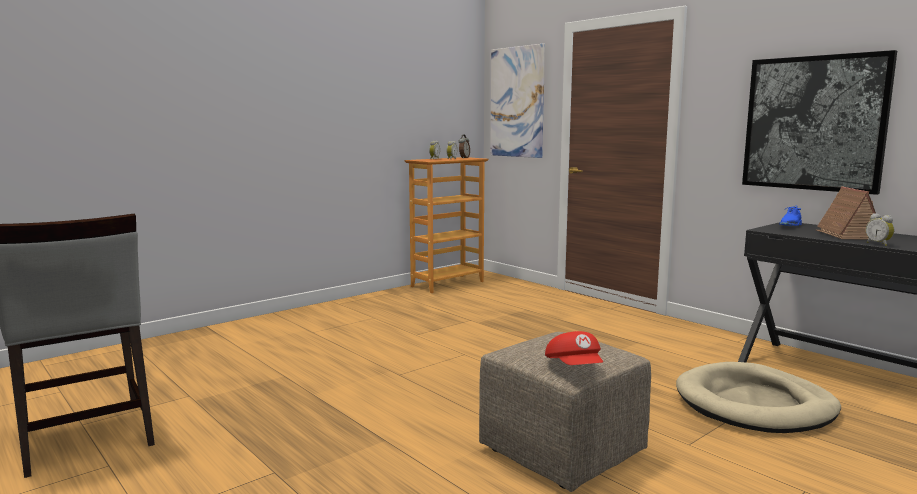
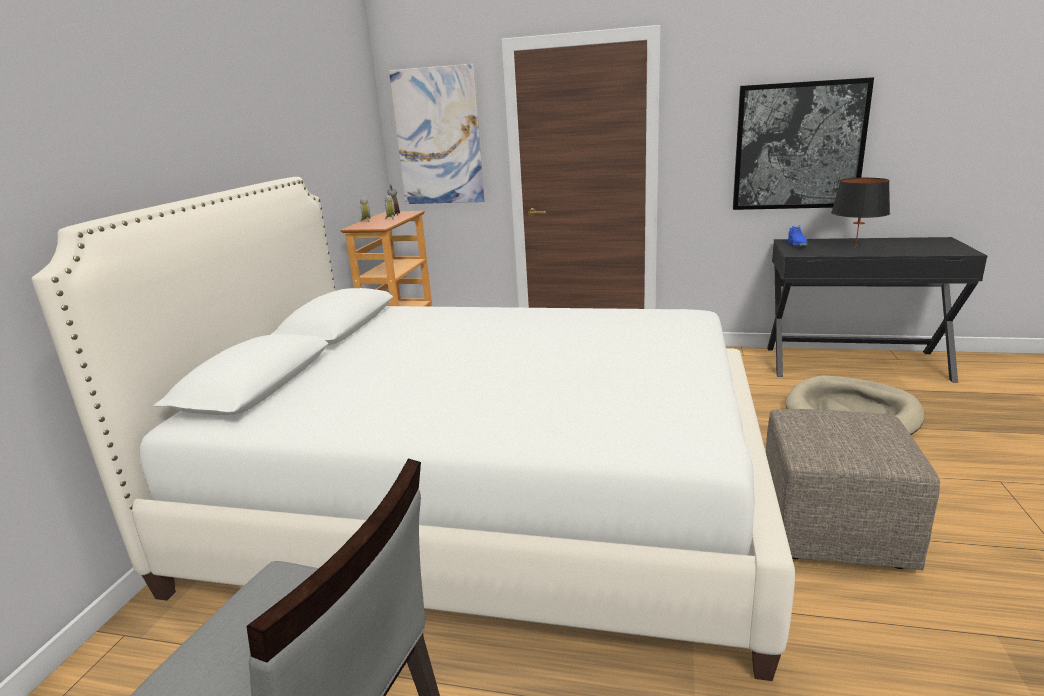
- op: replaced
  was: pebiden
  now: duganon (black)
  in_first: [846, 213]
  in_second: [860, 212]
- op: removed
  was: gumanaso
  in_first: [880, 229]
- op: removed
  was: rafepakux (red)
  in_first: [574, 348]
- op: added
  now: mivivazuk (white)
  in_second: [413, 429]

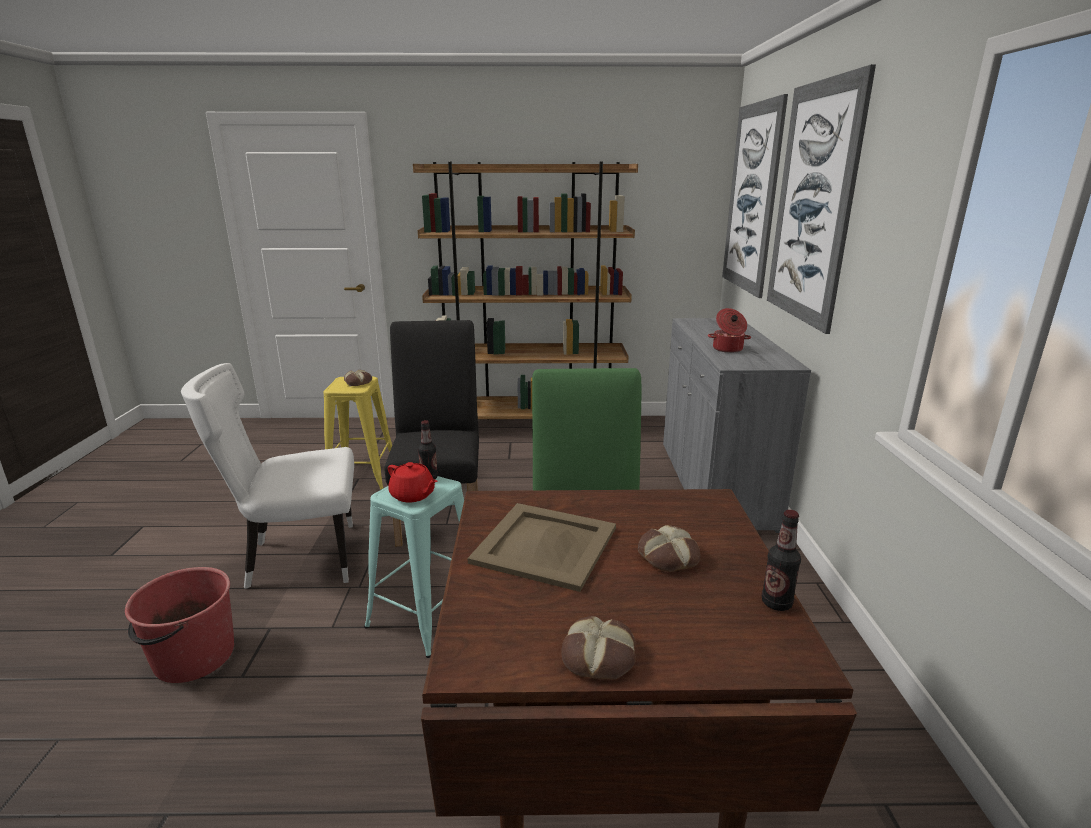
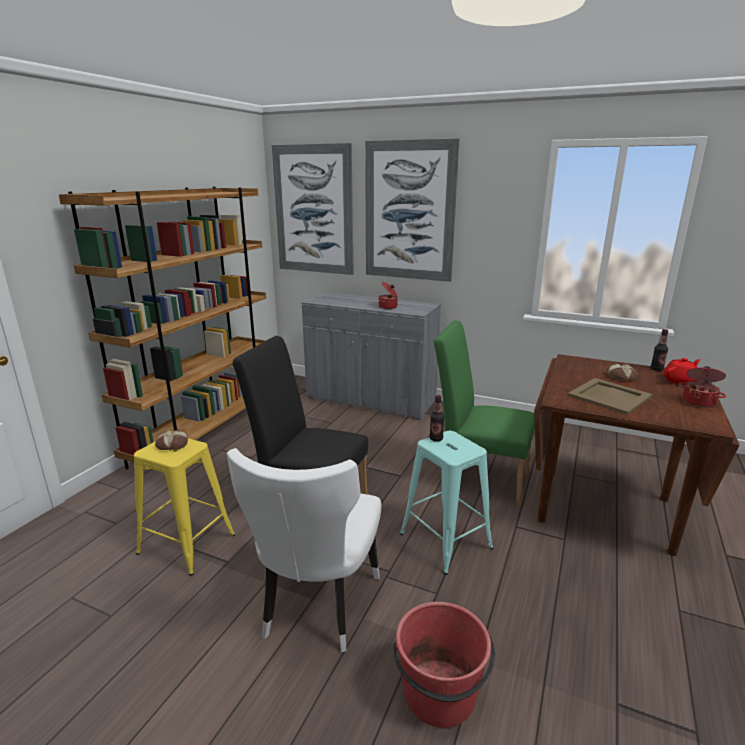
- op: moved
  was: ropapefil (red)
  in_first: [412, 482]
  in_second: [682, 371]
- op: replaced
  was: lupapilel
  now: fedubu
  in_first: [599, 648]
  in_second: [703, 387]

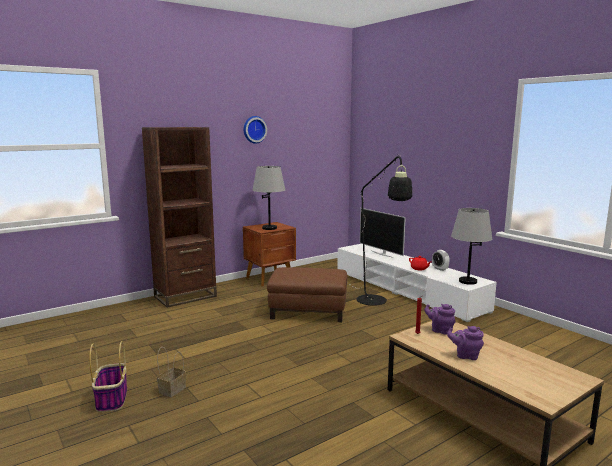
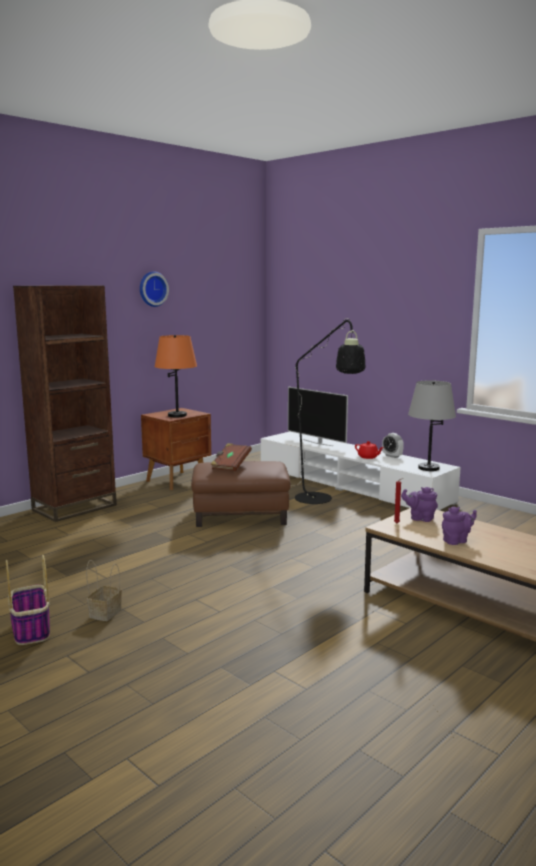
- op: recoloured
  was: duganon (grey)
  now: duganon (orange)
  in_first: [268, 198]
  in_second: [175, 376]
- op: turned
  was: ropapefil (purple)
  in_first: [465, 343]
  in_second: [459, 525]
  clockwise: 150
- op: added
  now: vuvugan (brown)
  in_second: [231, 457]

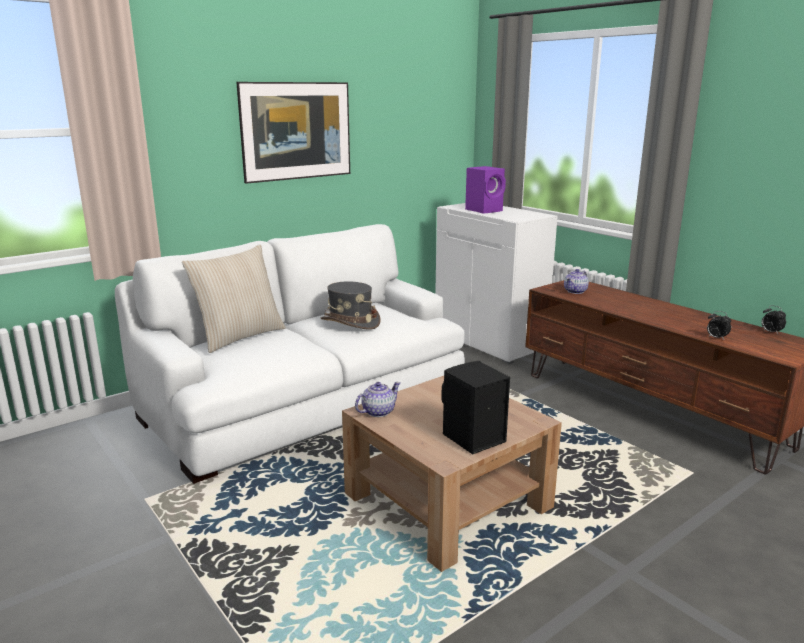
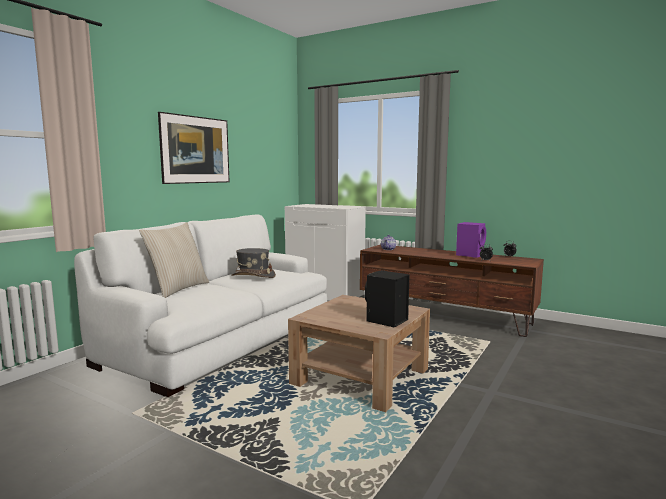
- op: moved
  was: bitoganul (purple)
  in_first: [485, 190]
  in_second: [471, 240]
- op: removed
  was: ropapefil
  in_first: [377, 399]

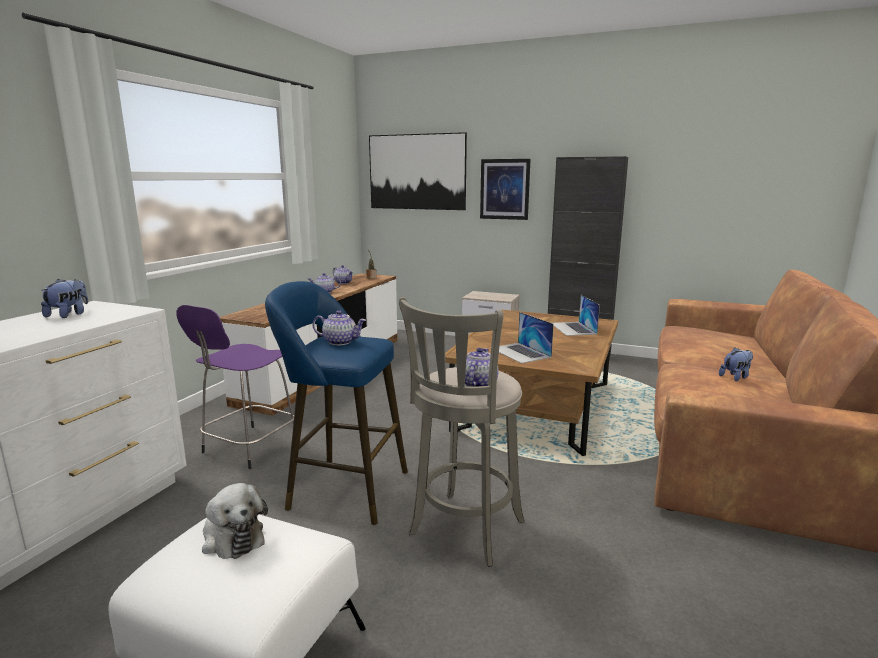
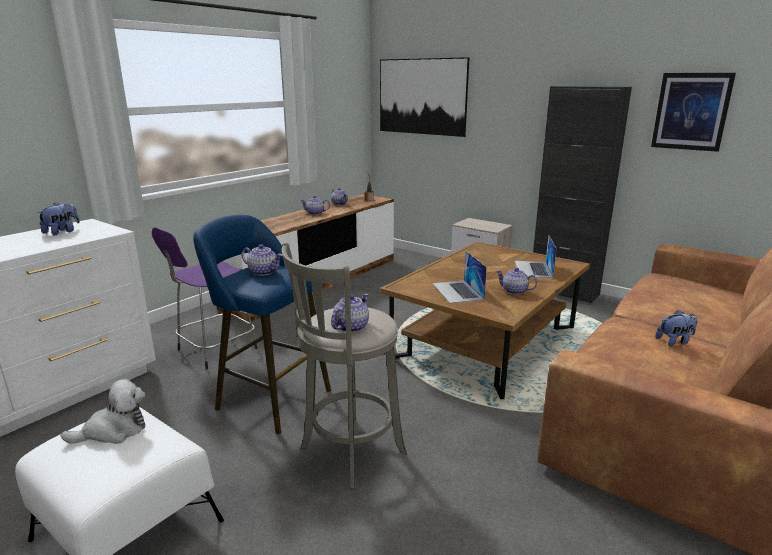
- op: moved
  was: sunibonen
  in_first: [505, 189]
  in_second: [693, 112]
- op: turned
  was: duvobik
  in_first: [235, 521]
  in_second: [103, 411]
  clockwise: -90
- op: added
  now: ropapefil
  in_second: [516, 281]

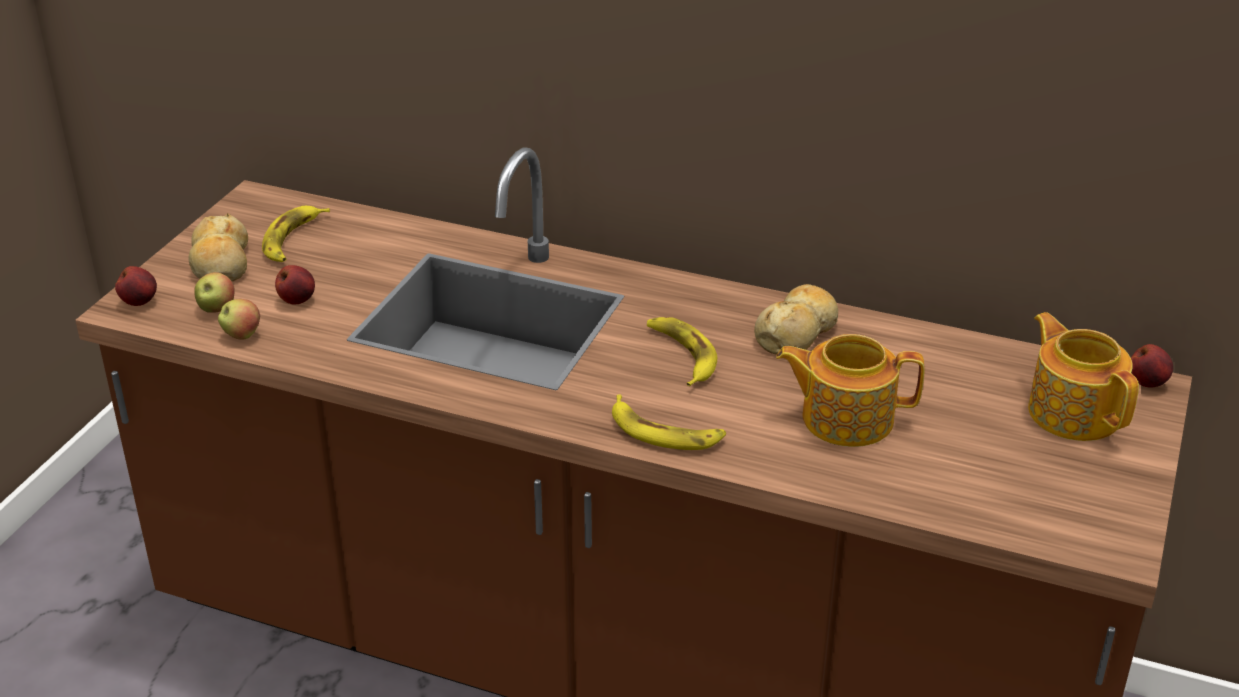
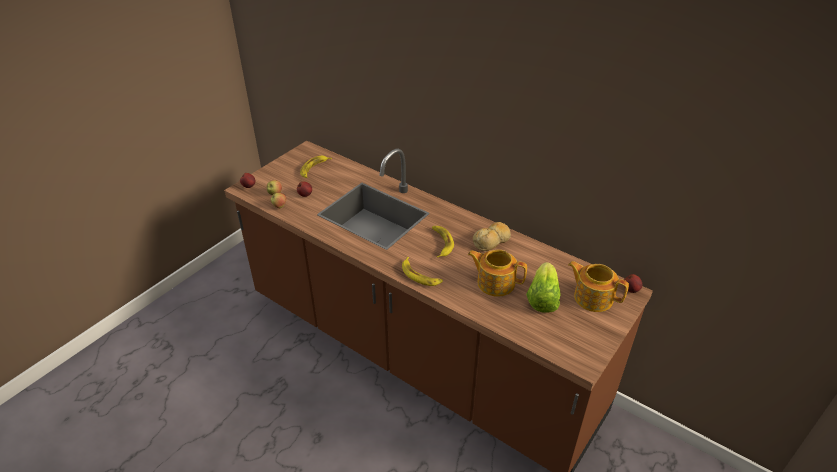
- op: removed
  was: lupapilel
  in_first: [218, 247]
- op: turned
  was: ropapefil
  in_first: [1083, 376]
  in_second: [598, 286]
  clockwise: -45
- op: added
  now: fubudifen
  in_second: [543, 287]

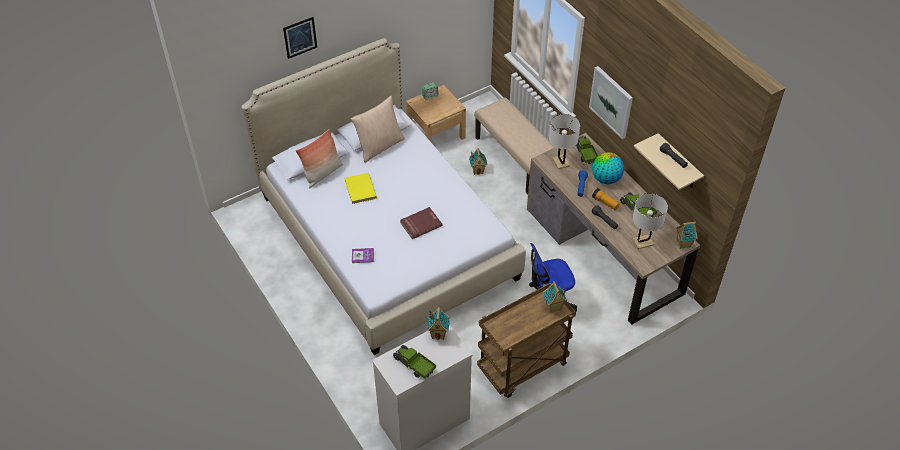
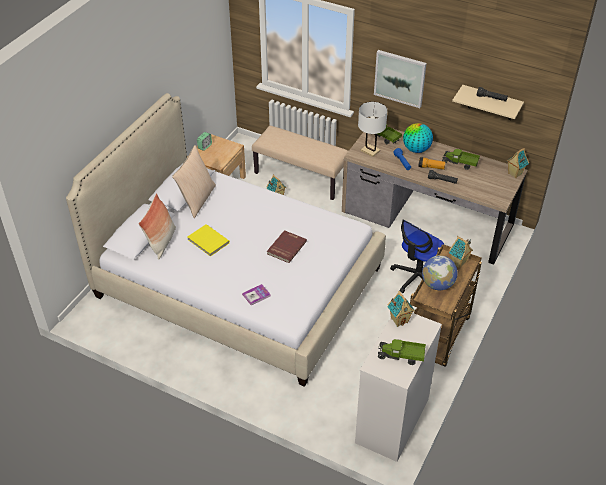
- op: removed
  was: sunibonen
  in_first: [300, 38]
- op: removed
  was: duganon (white)
  in_first: [650, 221]
- op: added
  now: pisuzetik
  in_second: [440, 272]

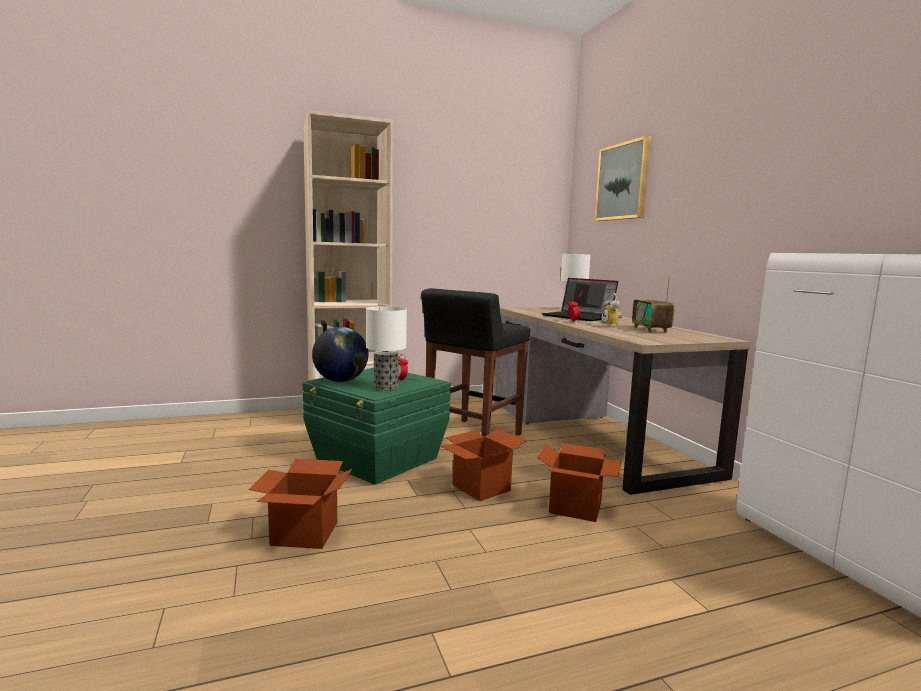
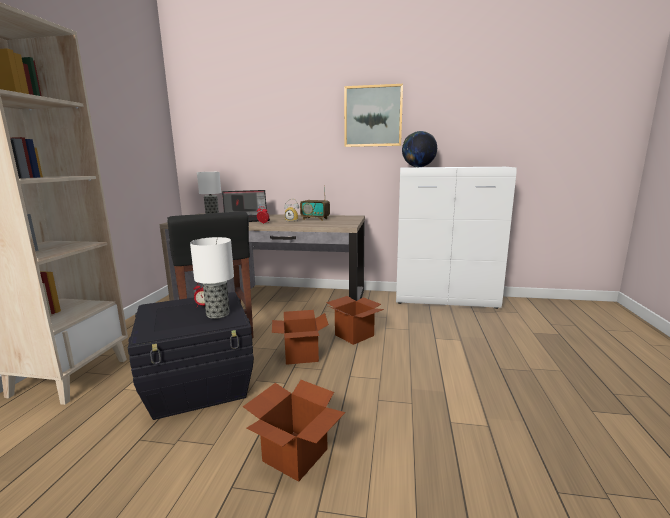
- op: moved
  was: sunibonen
  in_first: [623, 178]
  in_second: [373, 115]
- op: moved
  was: pisuzetik
  in_first: [340, 354]
  in_second: [419, 149]
- op: recoloured
  was: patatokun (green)
  now: patatokun (black)
  in_first: [377, 426]
  in_second: [191, 356]

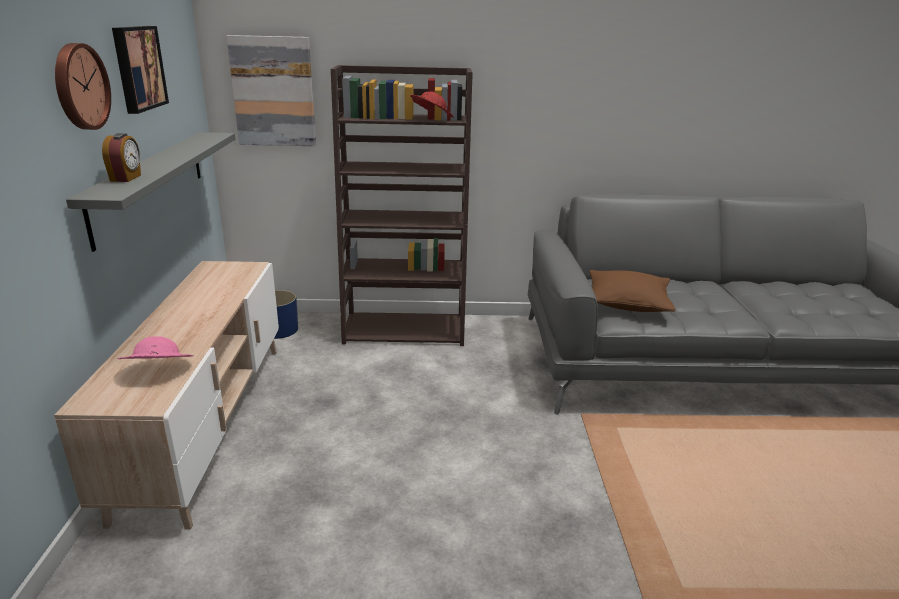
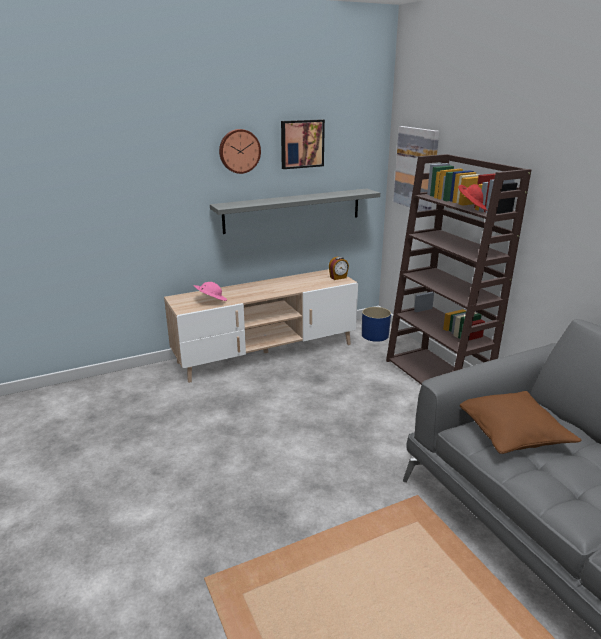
- op: moved
  was: gumanaso
  in_first: [121, 157]
  in_second: [339, 268]

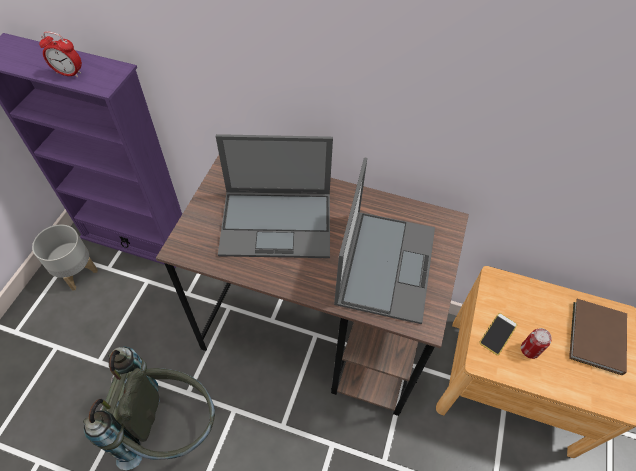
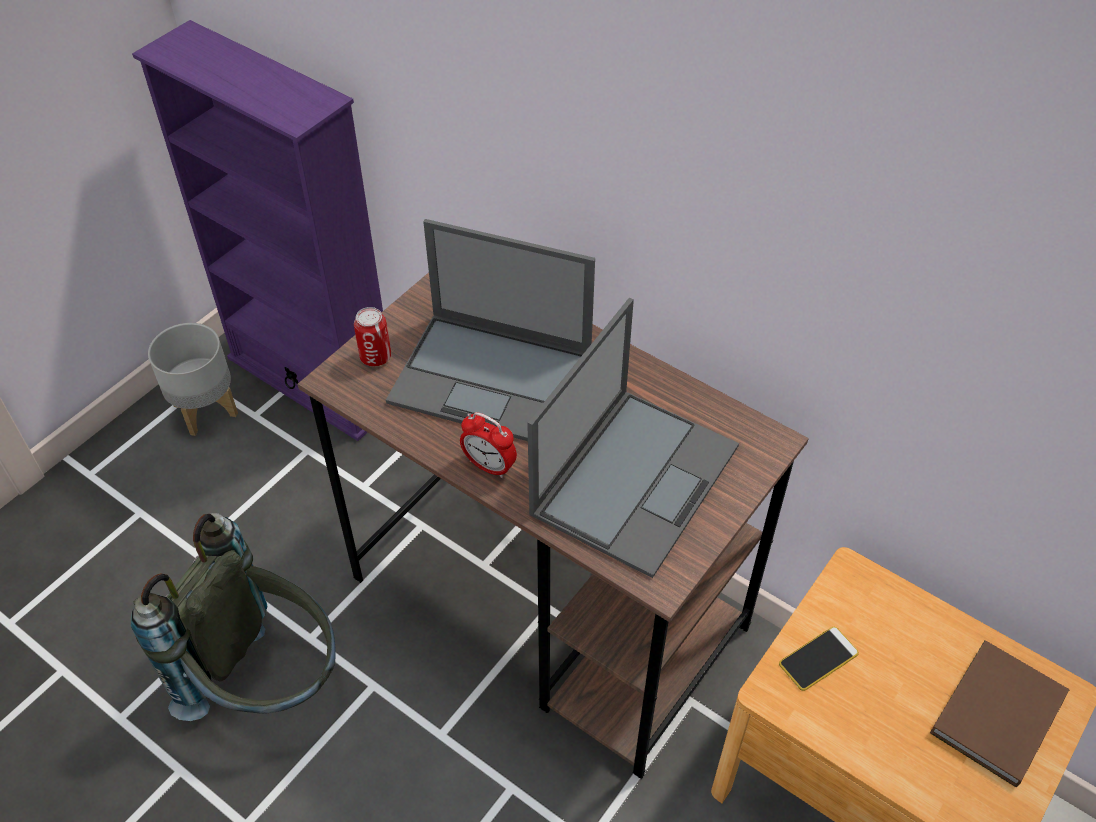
- op: moved
  was: gumanaso
  in_first: [60, 54]
  in_second: [488, 445]
- op: moved
  was: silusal
  in_first: [536, 343]
  in_second: [372, 337]

